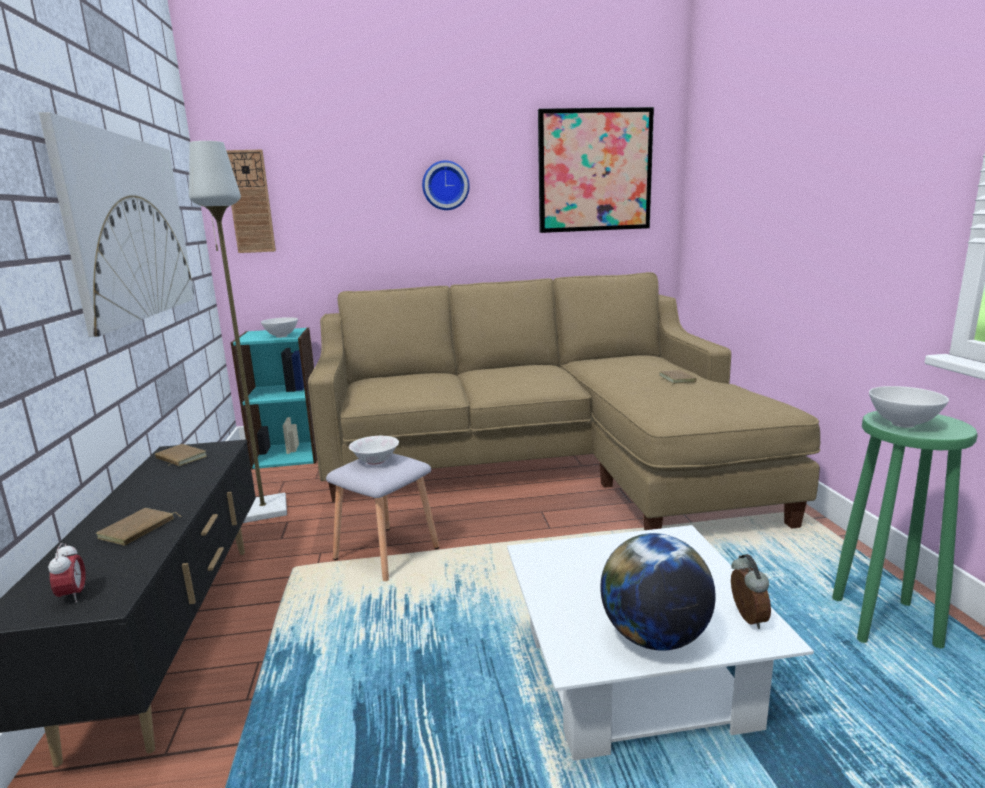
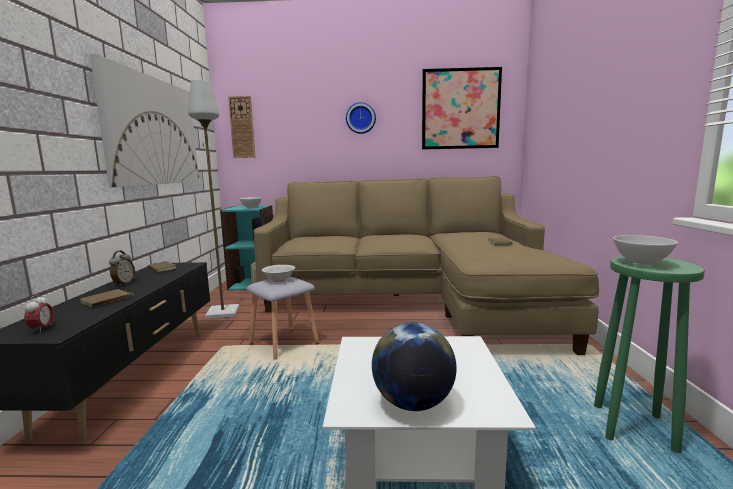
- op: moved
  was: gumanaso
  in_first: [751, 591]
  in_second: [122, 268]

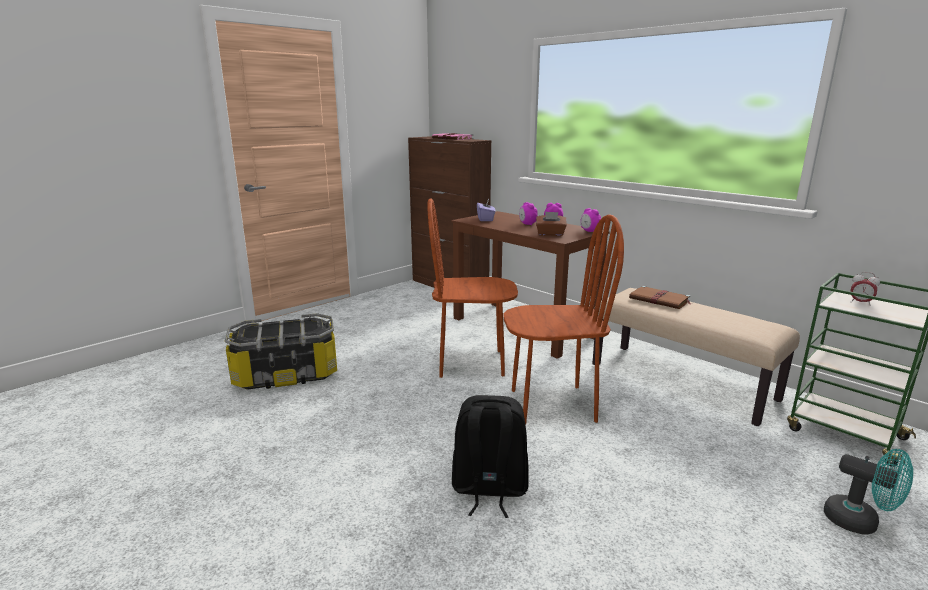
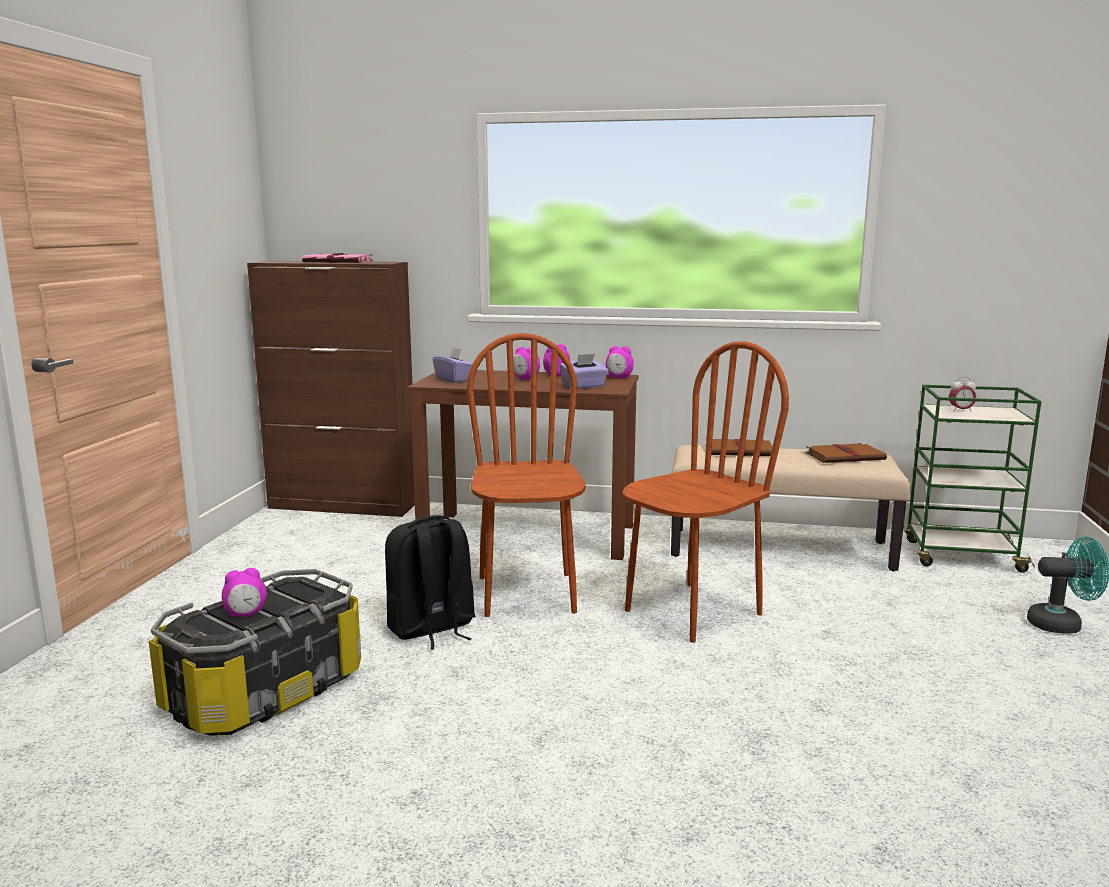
- op: turned
  was: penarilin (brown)
  in_first: [472, 288]
  in_second: [526, 475]
  clockwise: 120
- op: recoloured
  was: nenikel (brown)
  now: nenikel (purple)
  in_first: [551, 224]
  in_second: [584, 371]
- op: moved
  was: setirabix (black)
  in_first: [490, 456]
  in_second: [430, 582]
- op: added
  now: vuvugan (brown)
  in_second: [846, 453]
- op: added
  now: gumanaso
  in_second: [244, 592]

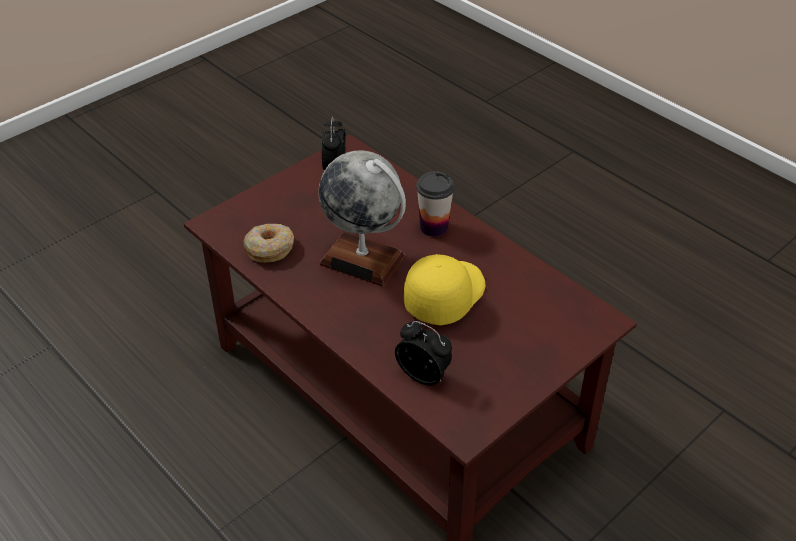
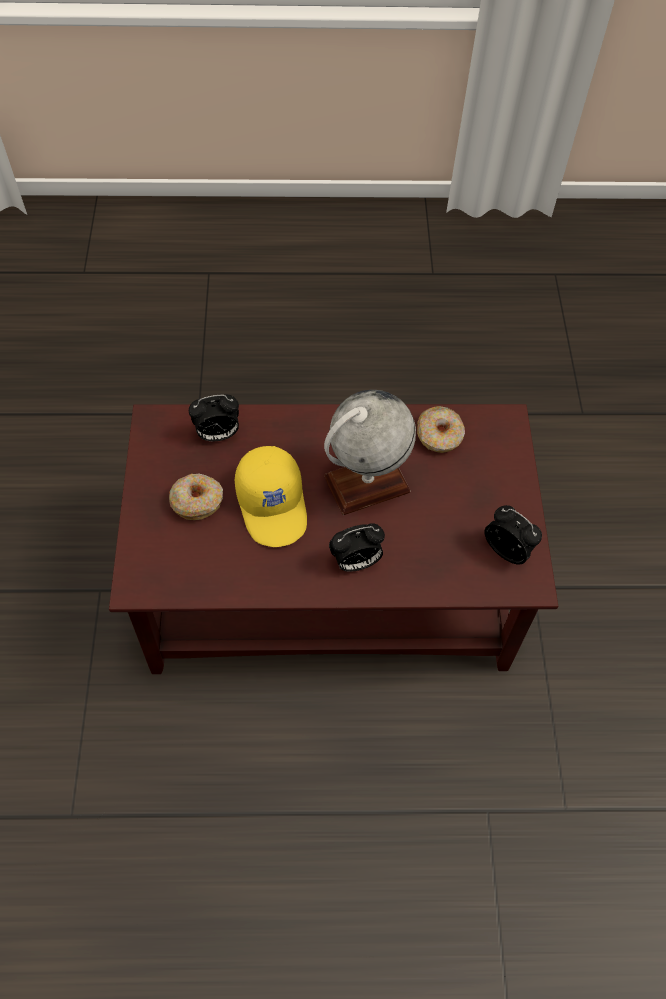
- op: replaced
  was: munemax
  now: gumanaso
  in_first: [435, 204]
  in_second: [357, 547]
- op: added
  now: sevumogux
  in_second: [196, 497]

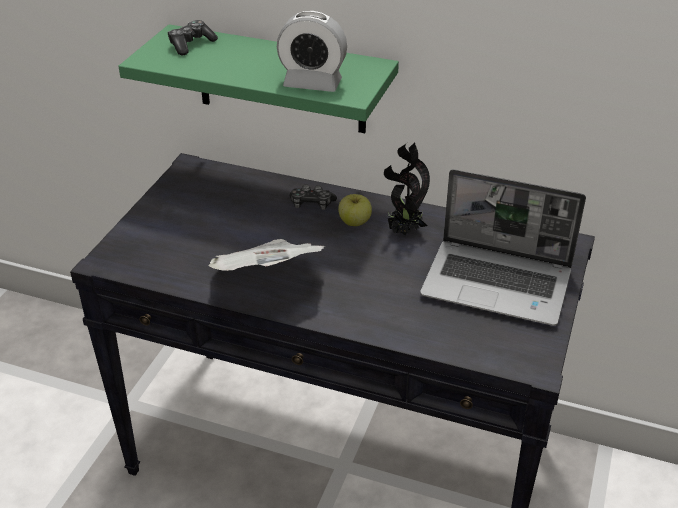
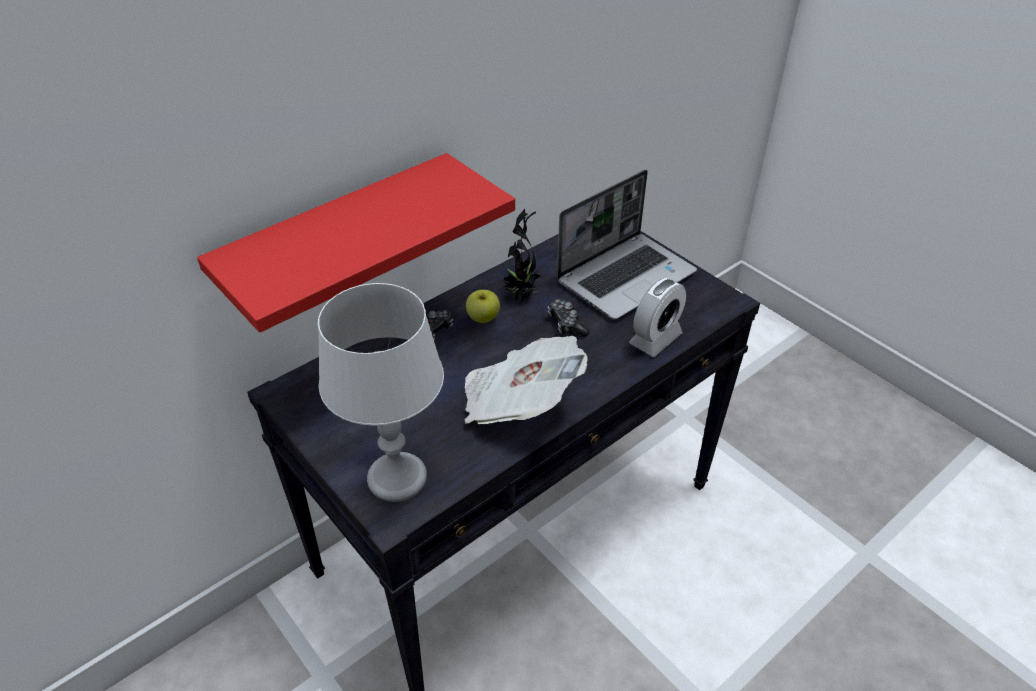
- op: moved
  was: gumanaso
  in_first: [312, 51]
  in_second: [657, 317]
- op: moved
  was: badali
  in_first: [192, 37]
  in_second: [569, 318]
- op: recoloured
  was: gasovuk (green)
  now: gasovuk (red)
  in_first: [258, 78]
  in_second: [356, 243]
- op: added
  now: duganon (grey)
  in_second: [381, 392]

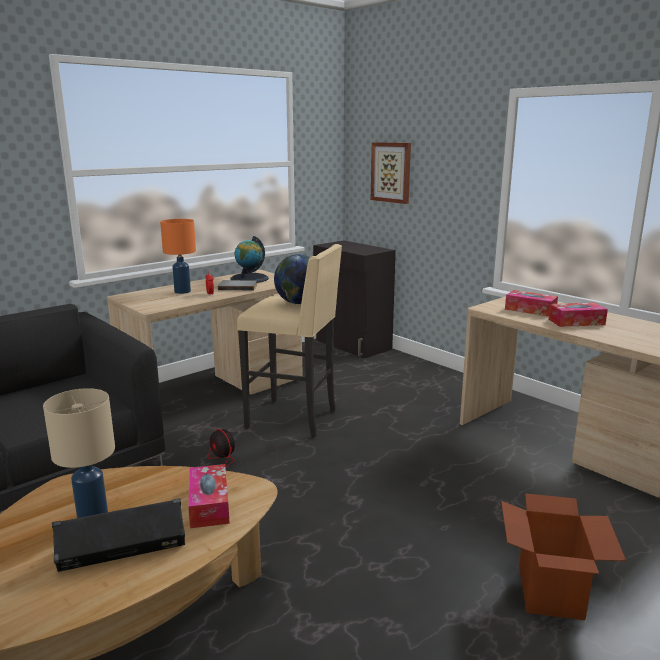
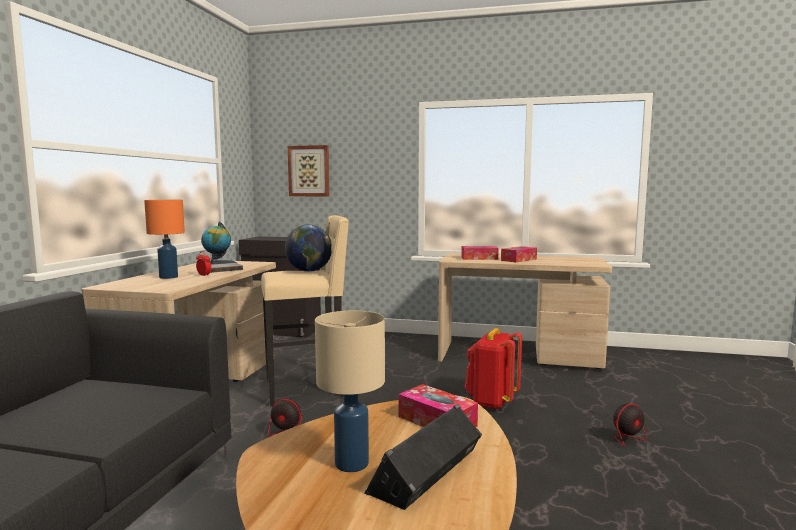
- op: replaced
  was: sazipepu
  now: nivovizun
  in_first: [563, 556]
  in_second: [617, 425]
- op: added
  now: setirabix (red)
  in_second: [493, 369]

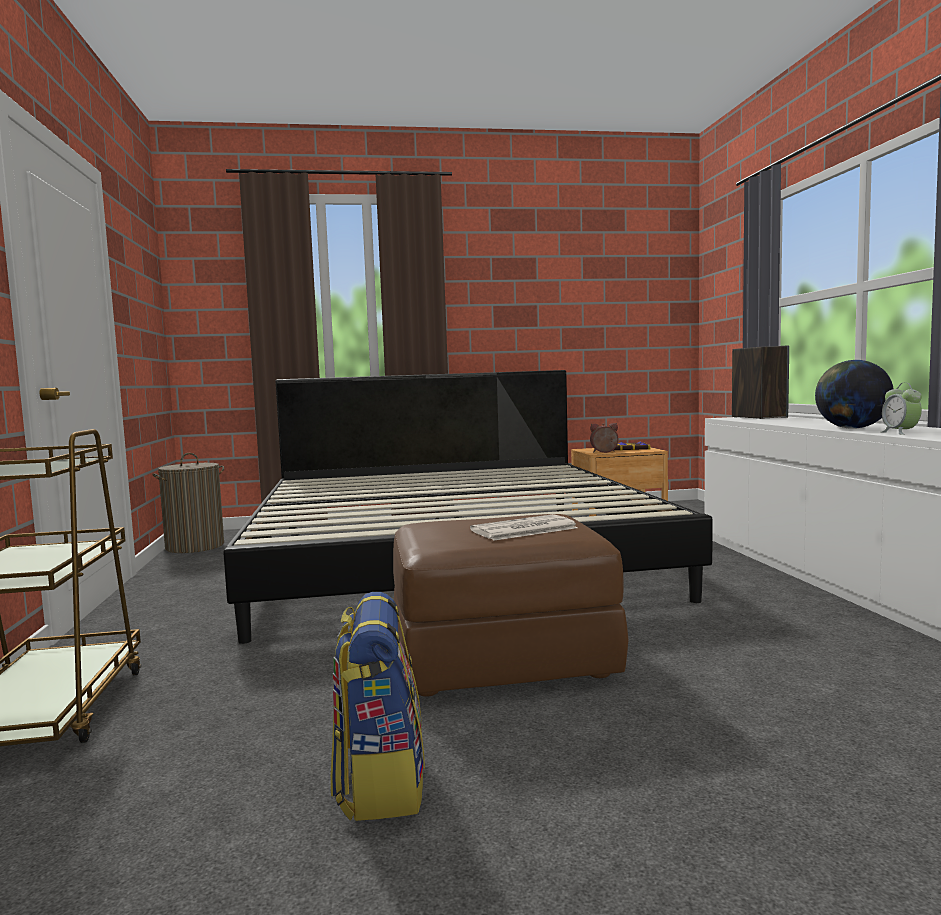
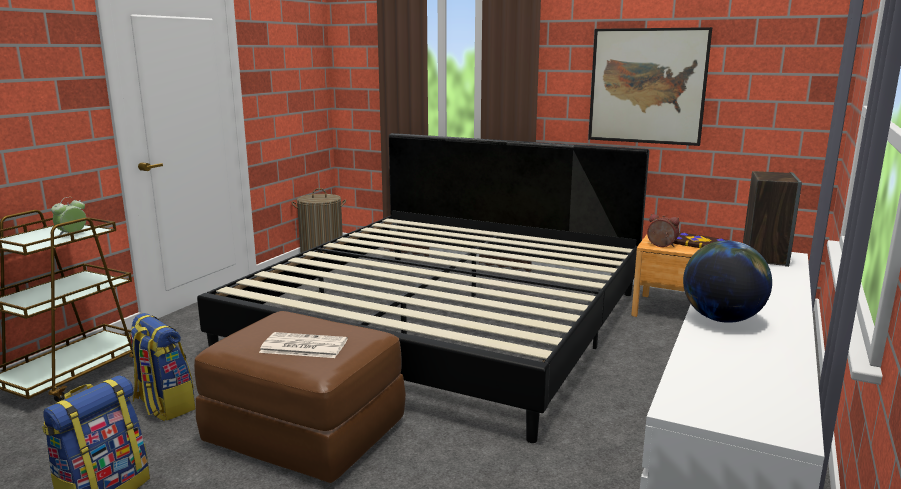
- op: moved
  was: gumanaso
  in_first: [902, 409]
  in_second: [68, 216]
- op: added
  now: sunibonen
  in_second: [650, 86]
- op: added
  now: setirabix
  in_second: [162, 367]

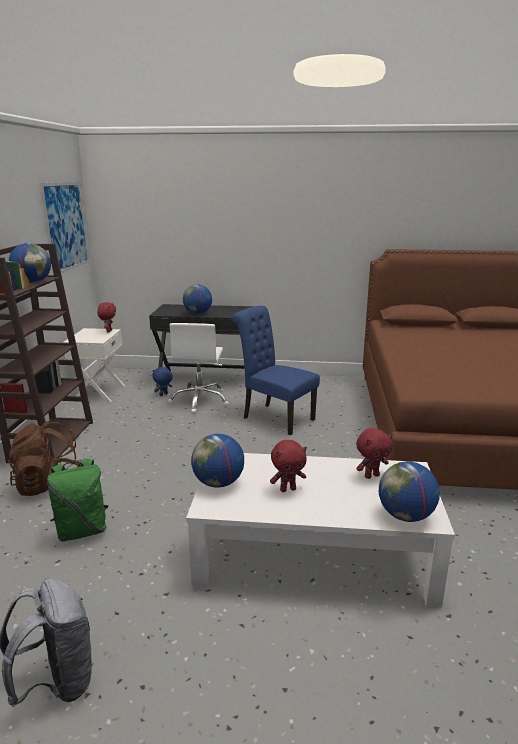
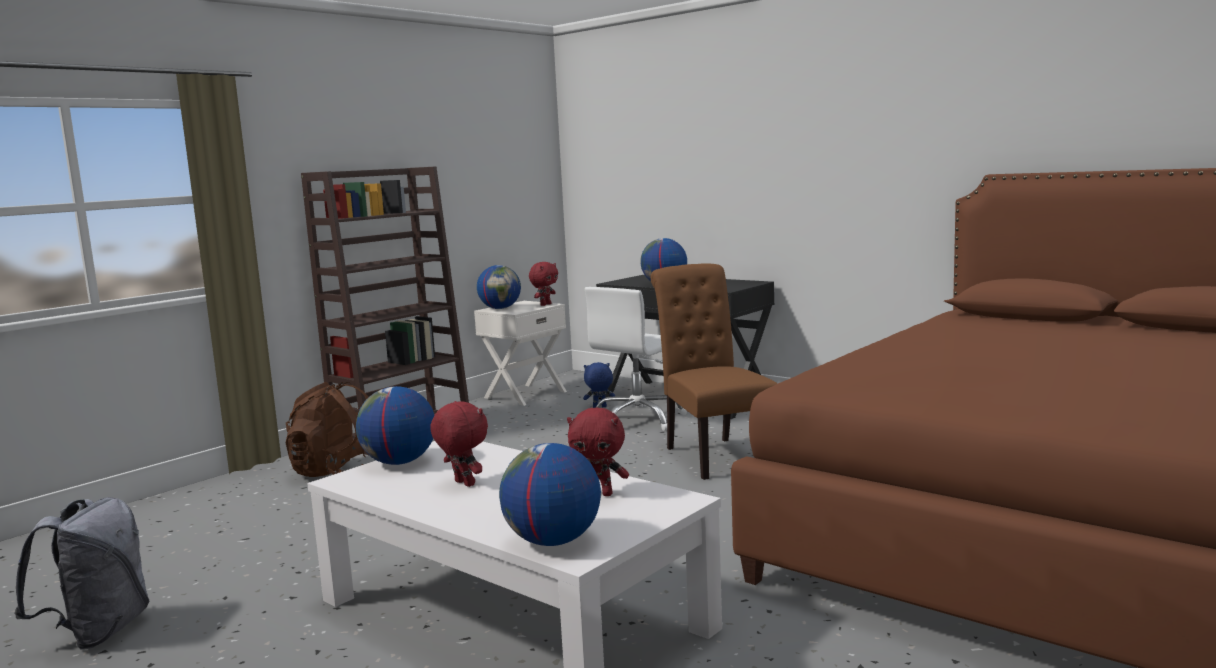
- op: removed
  was: sunibonen
  in_first: [64, 228]
- op: moved
  was: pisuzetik
  in_first: [30, 263]
  in_second: [499, 287]
- op: recoloured
  was: penarilin (blue)
  now: penarilin (brown)
  in_first: [276, 370]
  in_second: [714, 371]
- op: turned
  was: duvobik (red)
  in_first: [288, 466]
  in_second: [459, 444]
  clockwise: -150
- op: removed
  was: setirabix (green)
  in_first: [77, 500]

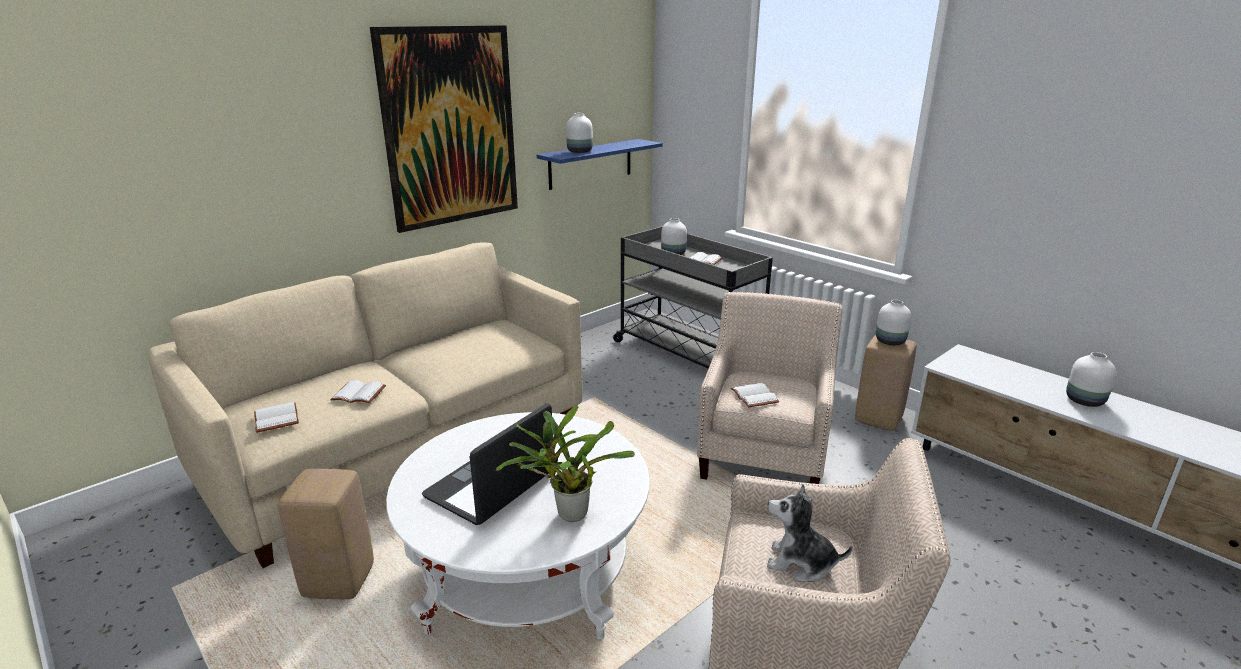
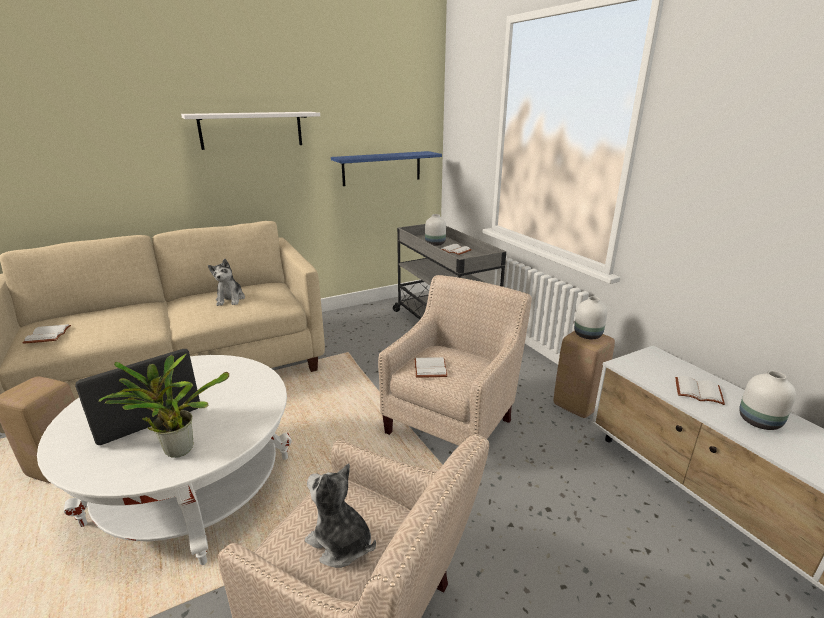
- op: replaced
  was: sunibonen
  now: gasovuk (white)
  in_first: [444, 129]
  in_second: [250, 131]
- op: removed
  was: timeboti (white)
  in_first: [579, 133]
- op: moved
  was: vuvugan (white)
  in_first: [358, 391]
  in_second: [700, 390]
- op: added
  now: duvobik
  in_second: [226, 282]

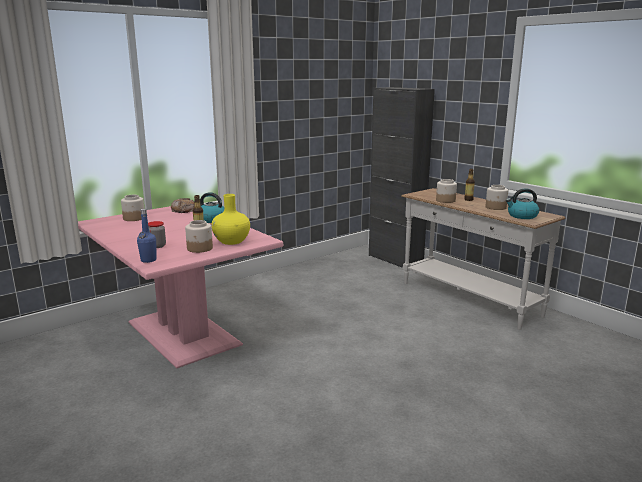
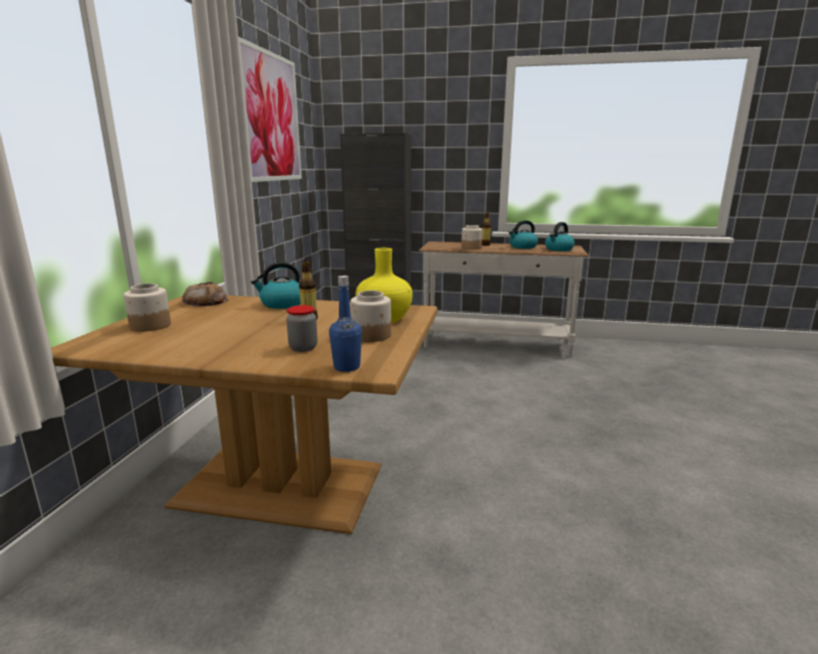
- op: replaced
  was: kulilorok
  now: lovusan
  in_first: [497, 197]
  in_second: [523, 234]
- op: recoloured
  was: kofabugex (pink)
  now: kofabugex (brown)
  in_first: [180, 287]
  in_second: [244, 414]
- op: added
  now: sunibonen
  in_second: [270, 109]

